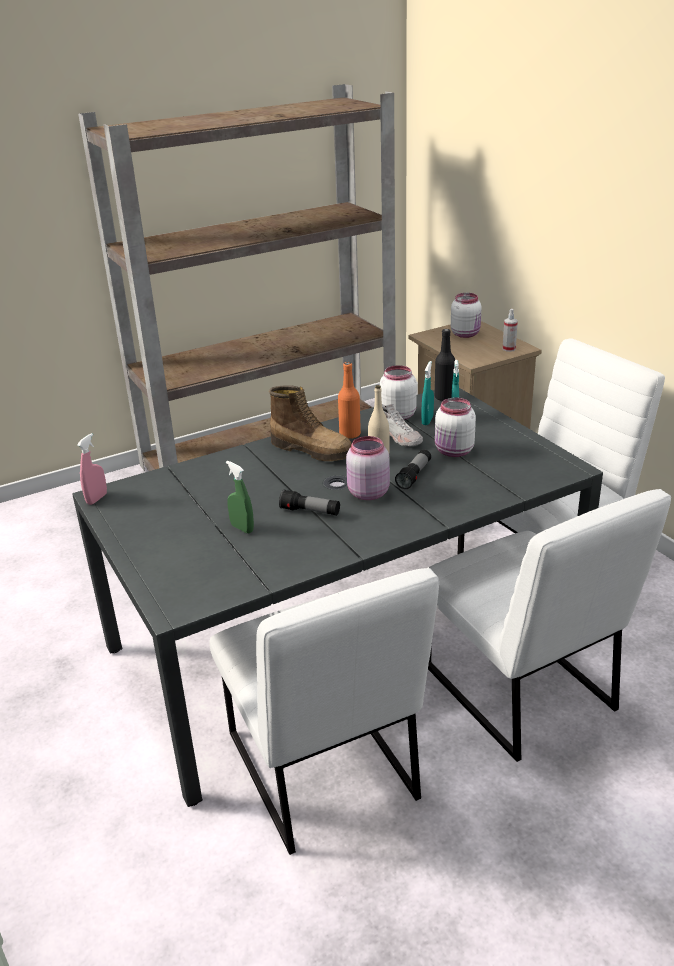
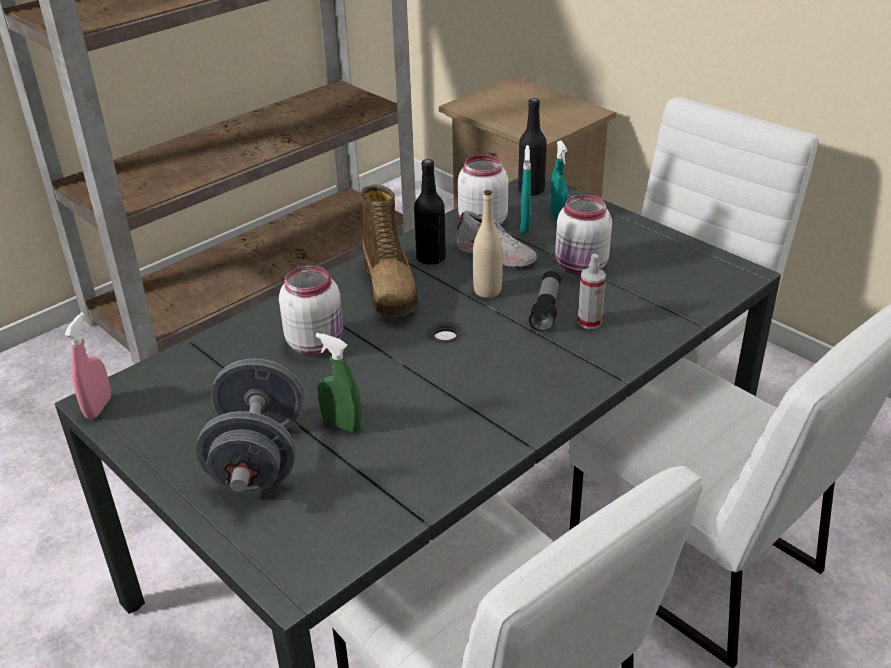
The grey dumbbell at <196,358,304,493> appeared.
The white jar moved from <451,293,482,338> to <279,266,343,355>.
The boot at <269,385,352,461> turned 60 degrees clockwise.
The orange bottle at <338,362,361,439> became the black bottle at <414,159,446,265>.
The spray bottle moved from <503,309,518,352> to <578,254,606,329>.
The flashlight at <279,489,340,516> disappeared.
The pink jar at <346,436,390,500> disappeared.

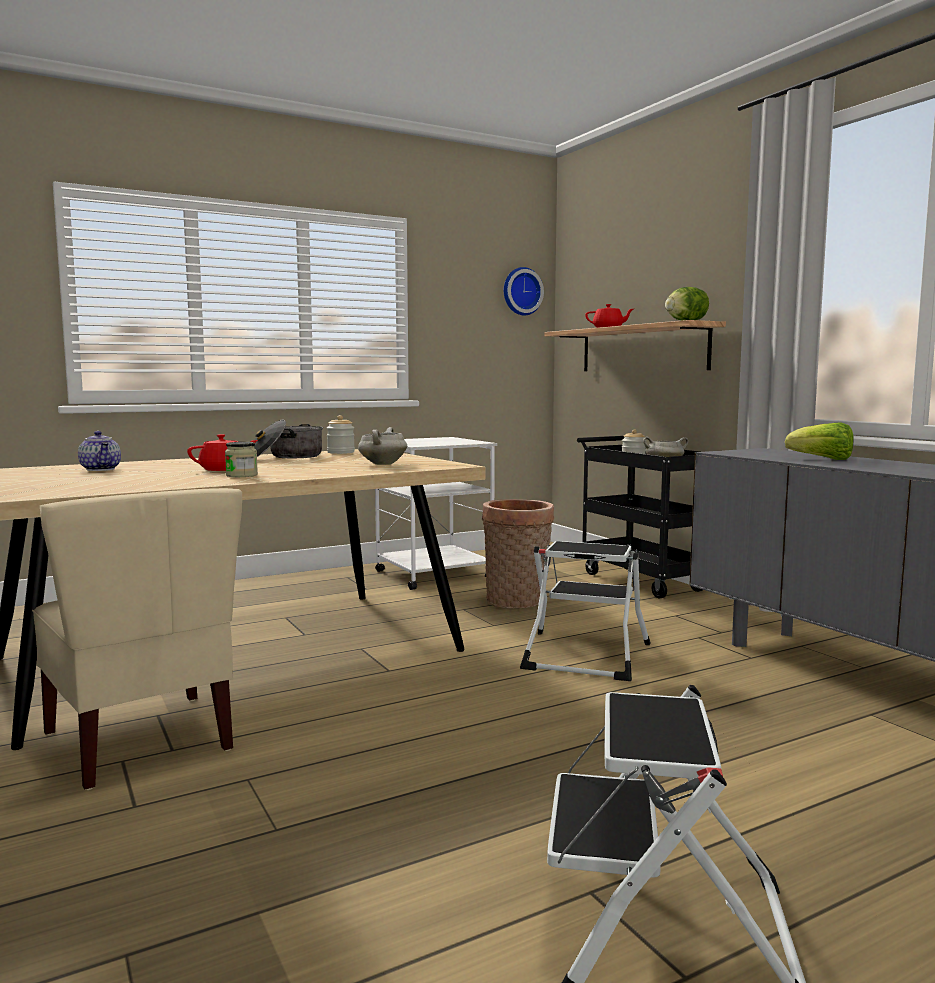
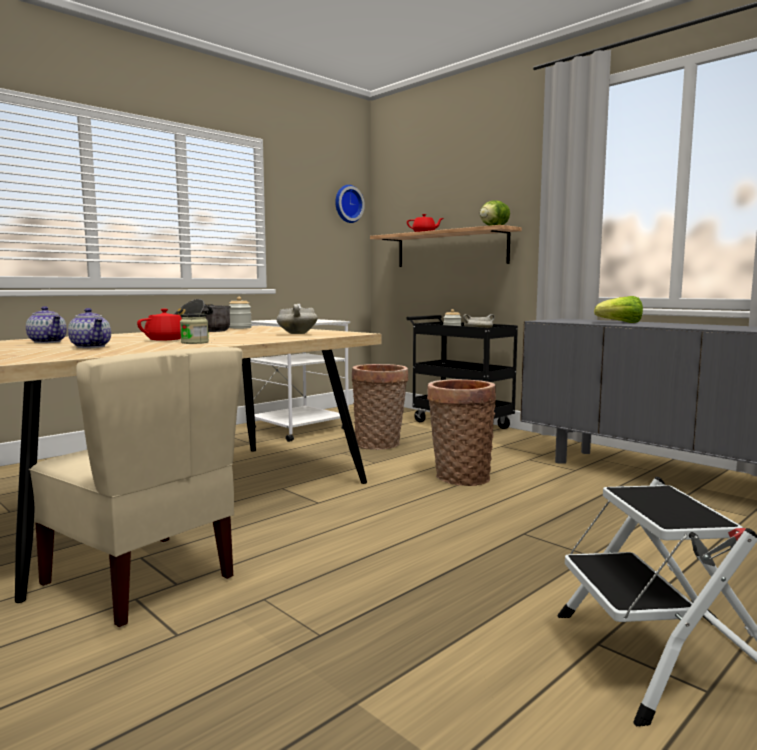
The teapot at <68,308,111,348> appeared.
The step ladder at <520,541,651,681> was replaced by the basket at <427,379,496,486>.

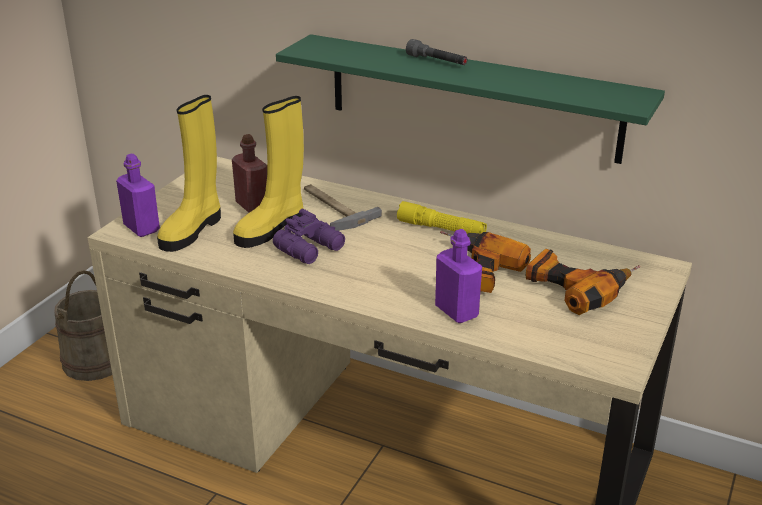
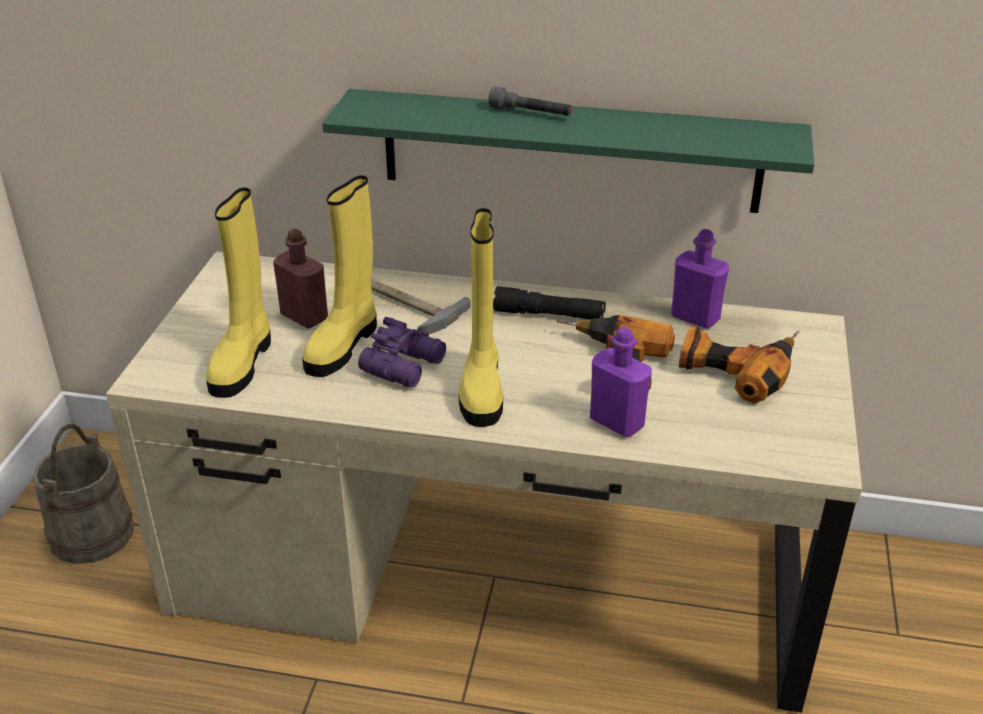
The yellow boot at <459,208,503,427> appeared.
The yellow flashlight at <397,201,487,234> became the black flashlight at <493,286,606,319>.
The purple bottle moved from <116,154,160,237> to <671,229,729,329>.

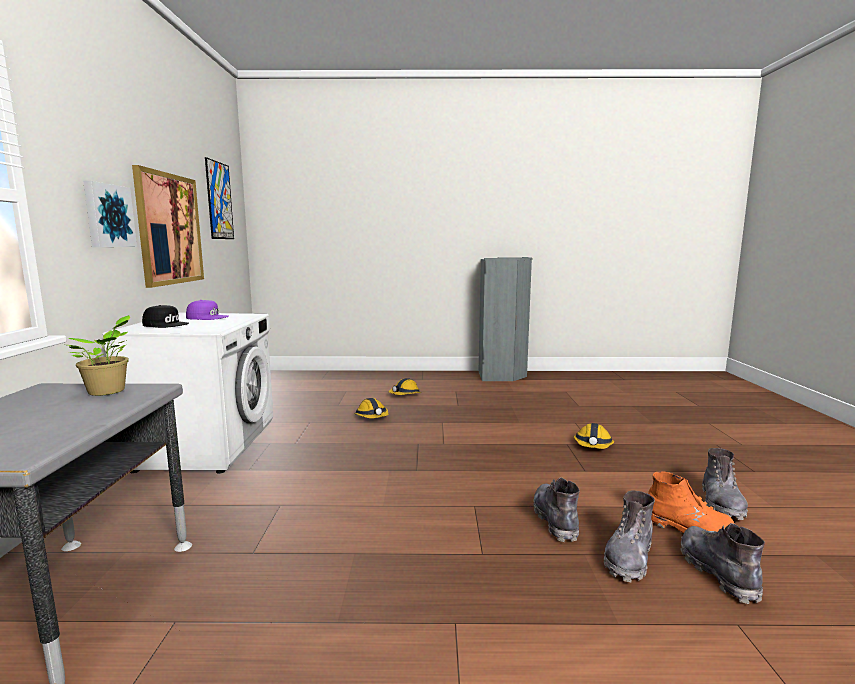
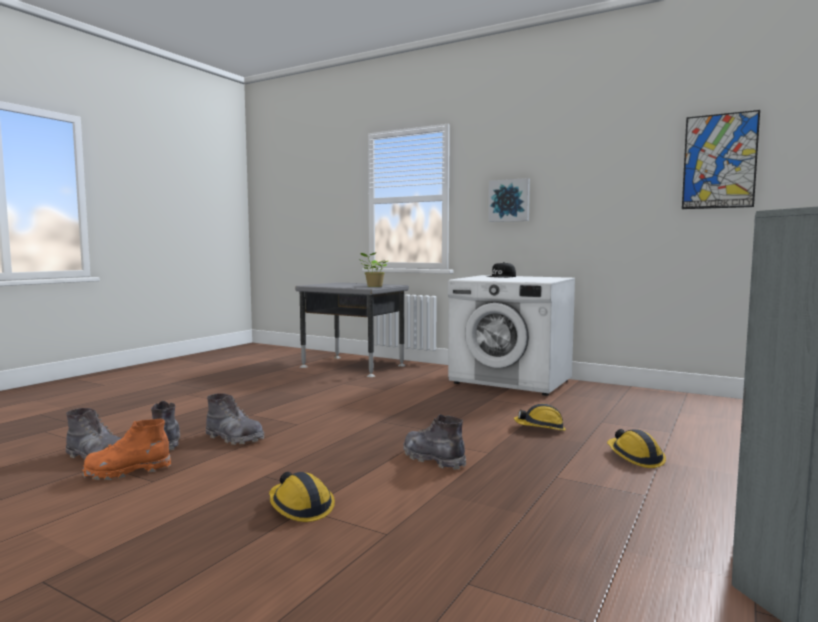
The grey boot moved from <702,448,748,520> to <403,414,466,470>.
The picture at <132,165,204,288> disappeared.
The purple cap at <186,300,229,320> disappeared.

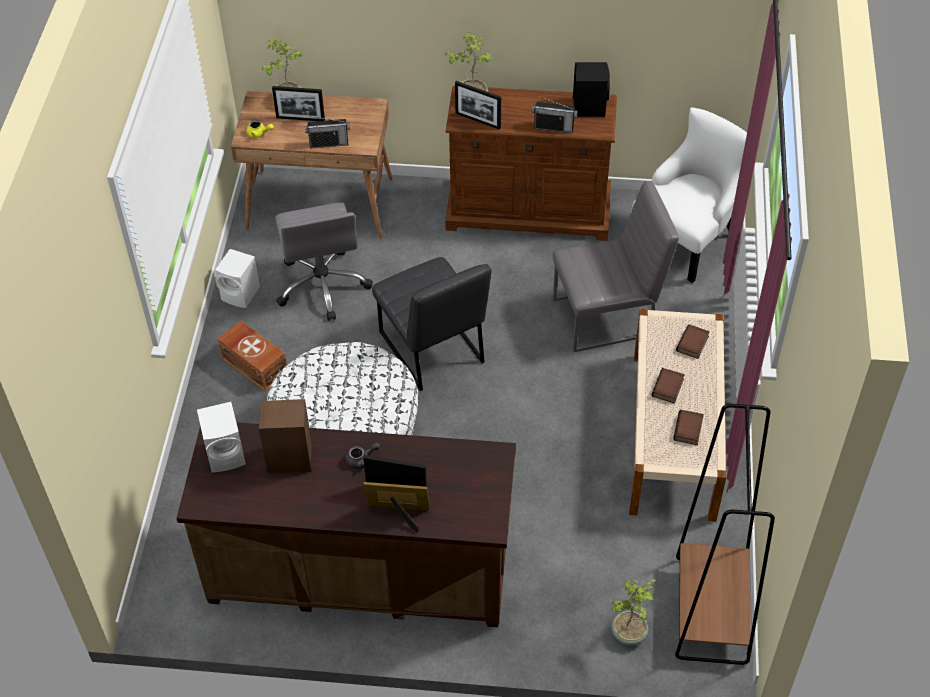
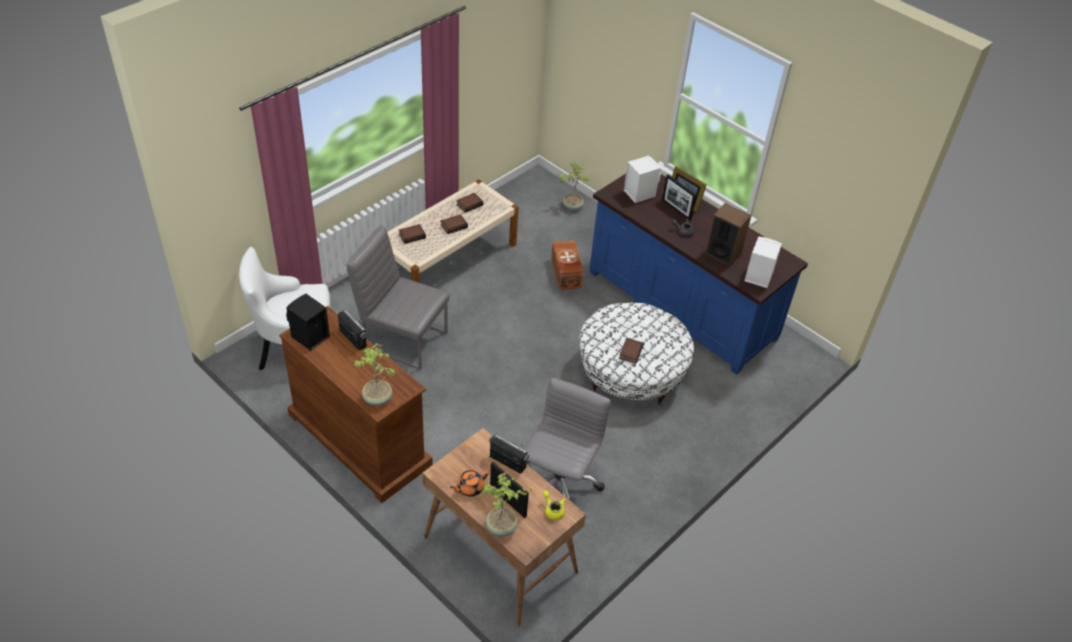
The orange teapot at <450,470,489,497> appeared.
The brown storage box moved from <217,321,287,392> to <551,240,584,290>.
The brown cabinet at <176,422,516,627> became the blue cabinet at <590,173,808,375>.
The book at <619,338,644,364> appeared.
The white speaker moved from <215,249,260,308> to <624,156,661,203>.
The grey chair at <372,257,491,391> disappeared.
The picture frame at <455,81,501,130> disappeared.
The clothes rack at <675,404,775,665> disappeared.

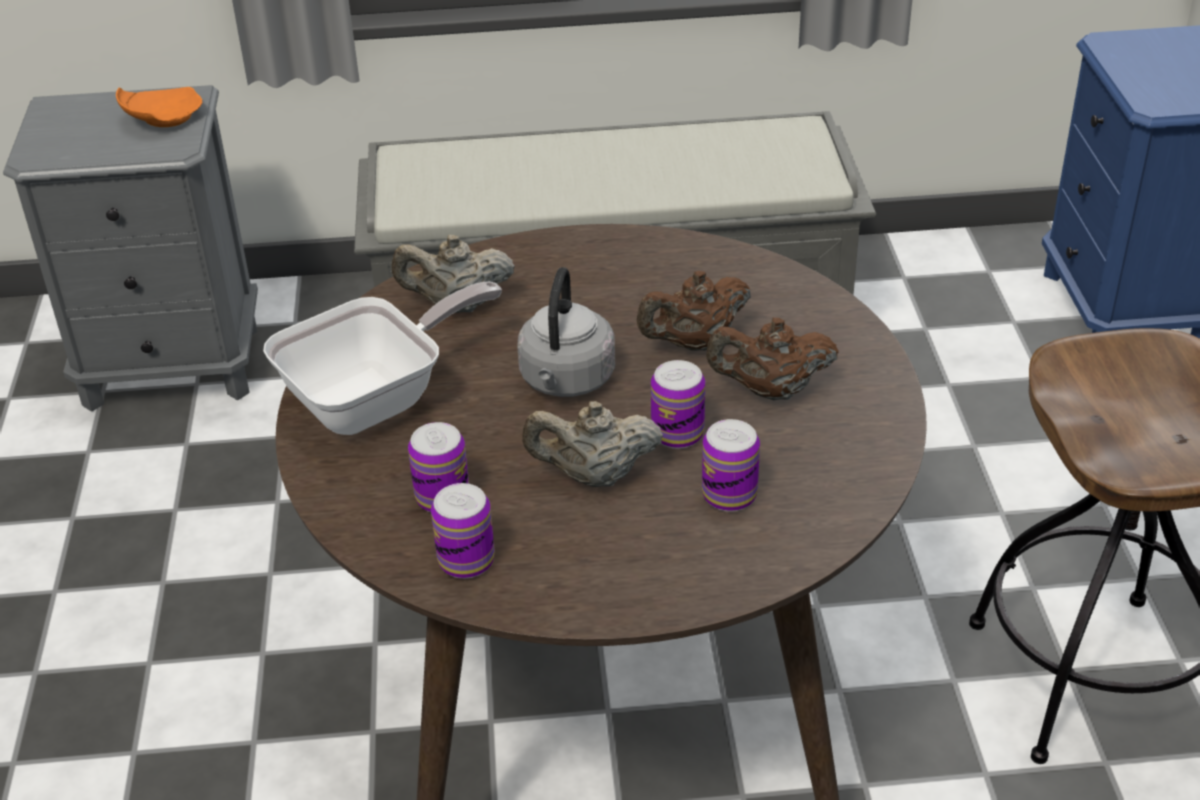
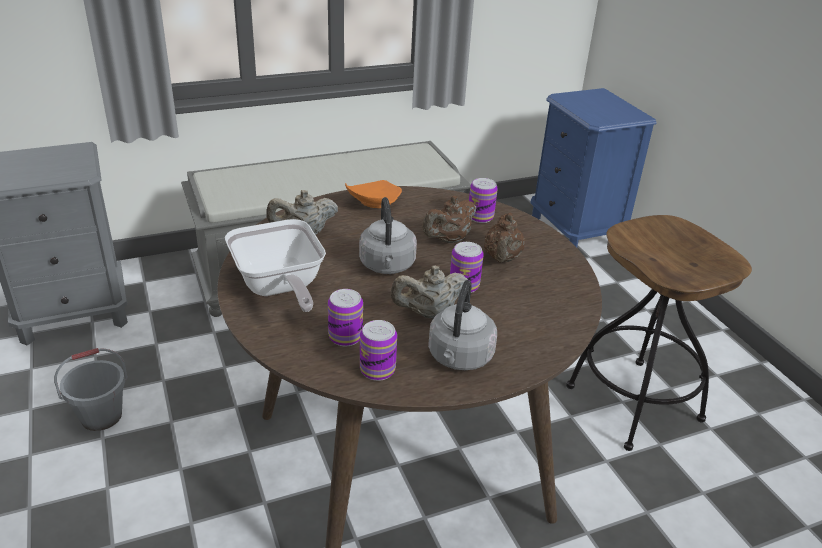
The grey bucket at <54,348,128,431> appeared.
The frying pan at <263,282,502,435> turned 120 degrees clockwise.
The orange plate moved from <116,87,202,127> to <345,180,402,208>.
The grey kettle at <428,280,497,370> appeared.
The can moved from <702,419,760,512> to <469,178,498,223>.
The brown teapot at <706,318,839,400> turned 60 degrees counterclockwise.

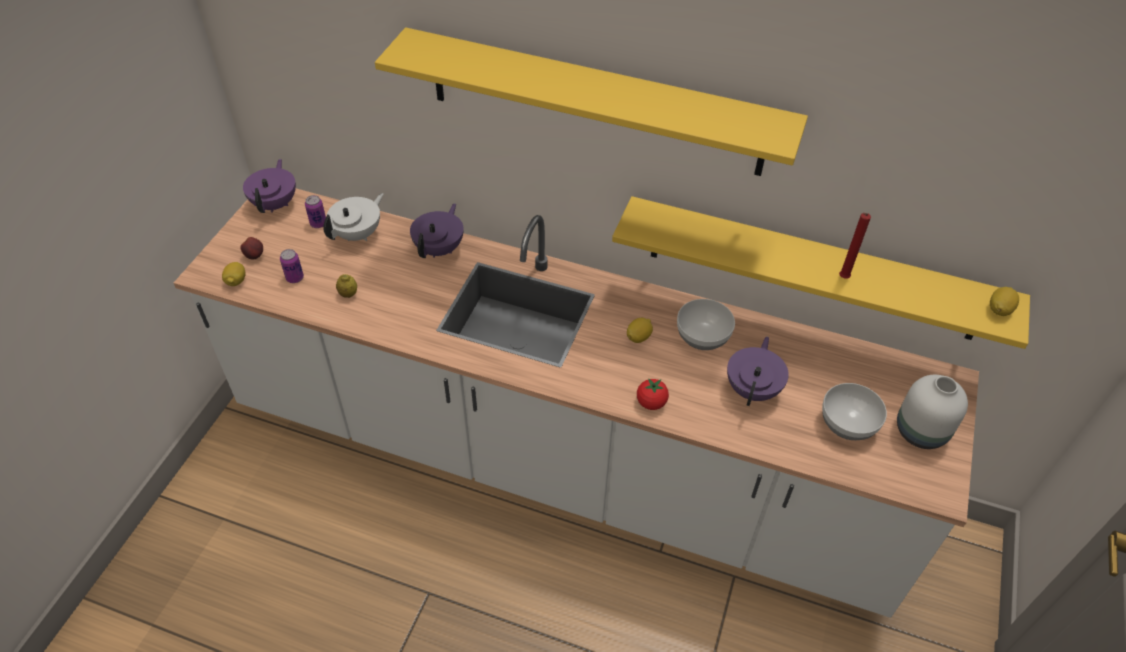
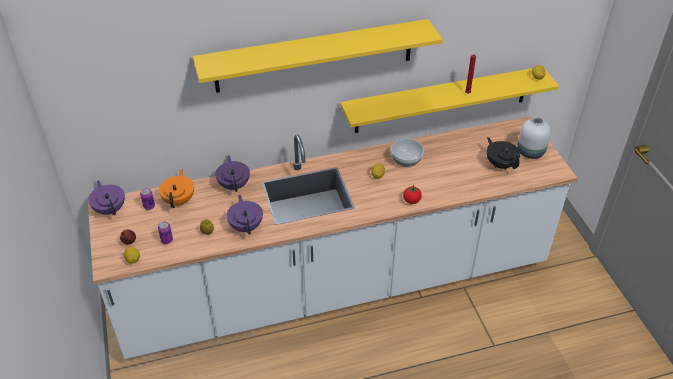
The white teapot at <323,193,384,241> became the orange teapot at <159,169,194,208>.
The purple teapot moved from <727,336,789,406> to <226,195,263,234>.
The bowl at <822,383,887,440> was replaced by the black teapot at <487,137,520,170>.

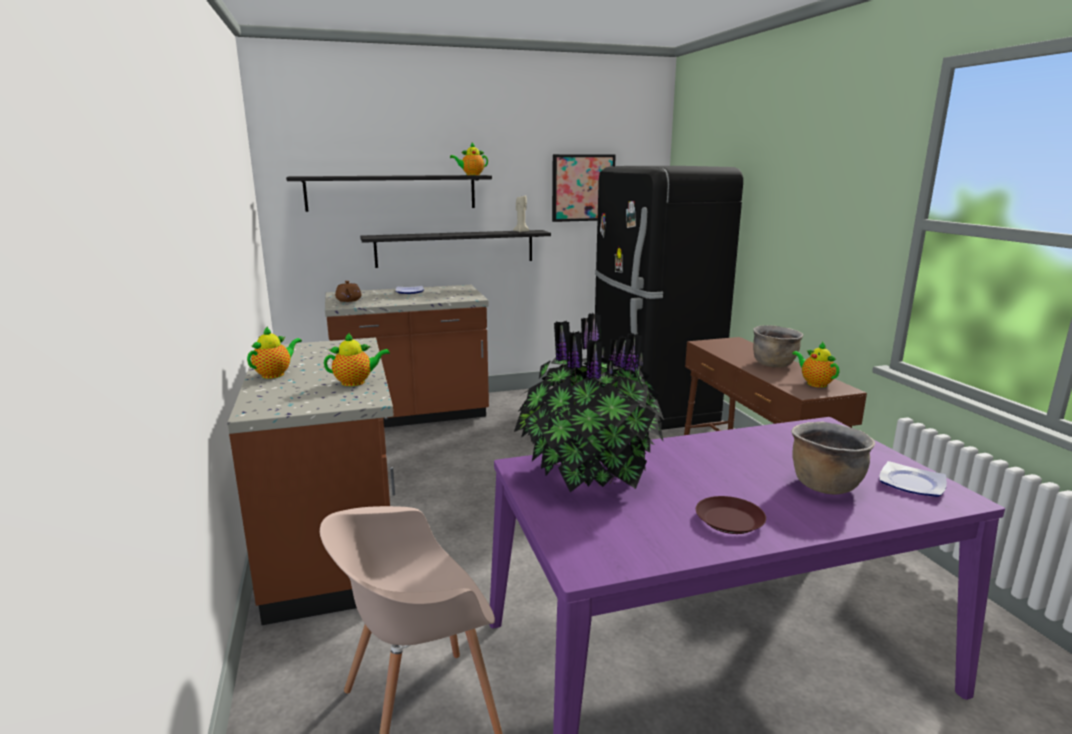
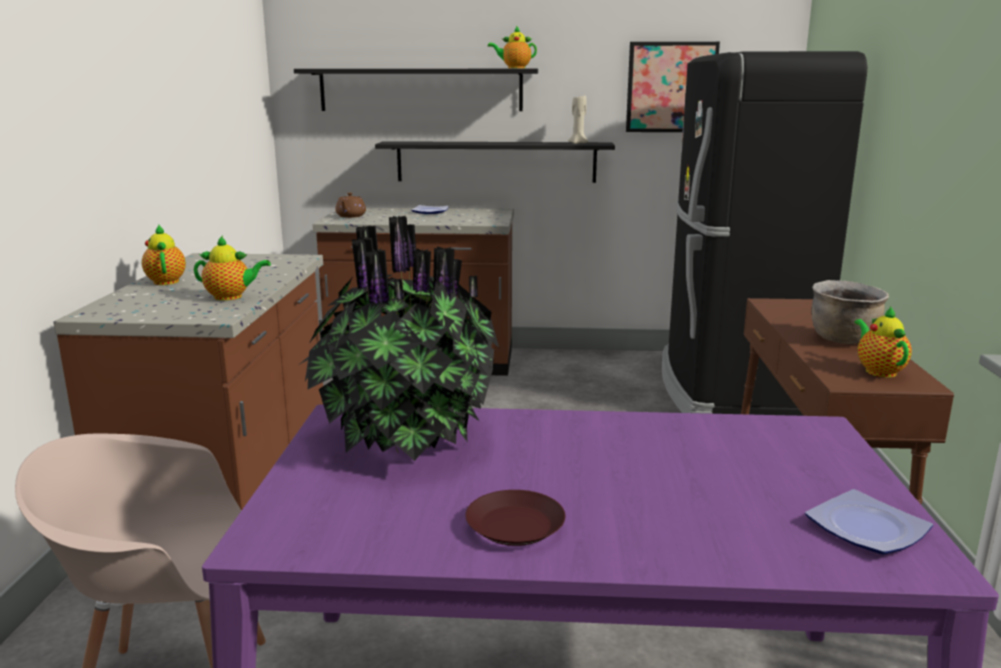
The teapot at <247,326,302,379> turned 75 degrees counterclockwise.
The brown cooking pot at <791,422,875,495> disappeared.

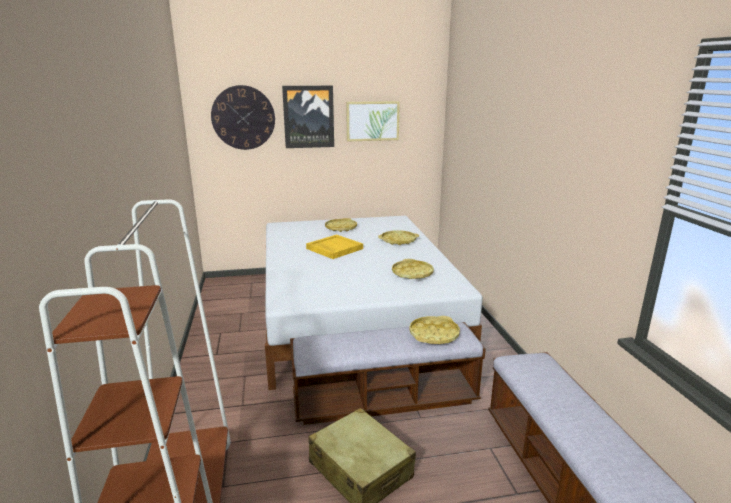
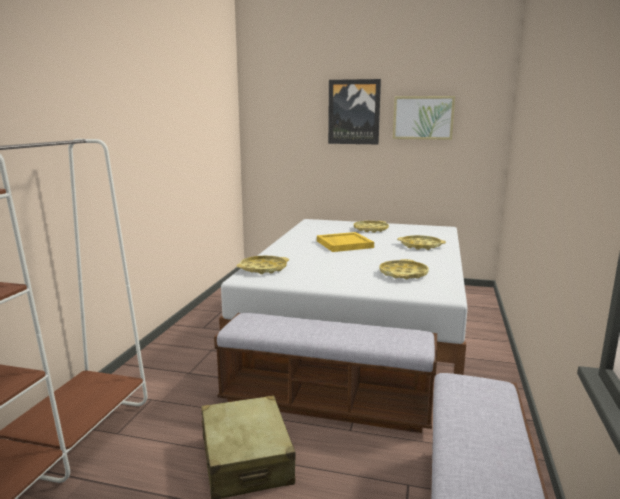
The yellow tray moved from <409,316,460,344> to <236,256,289,274>.
The wall clock at <211,85,275,150> disappeared.

